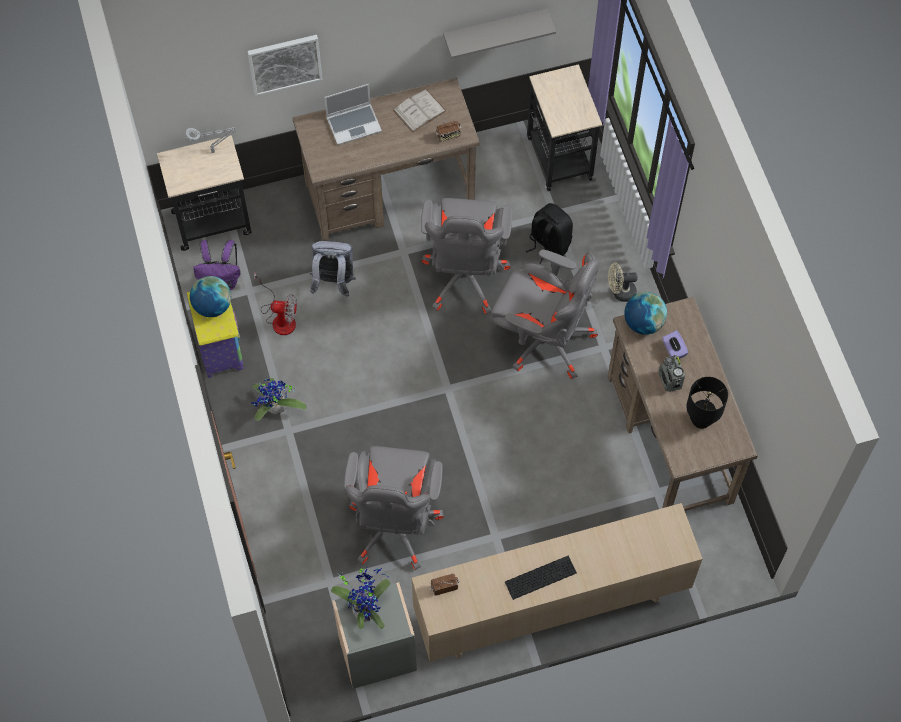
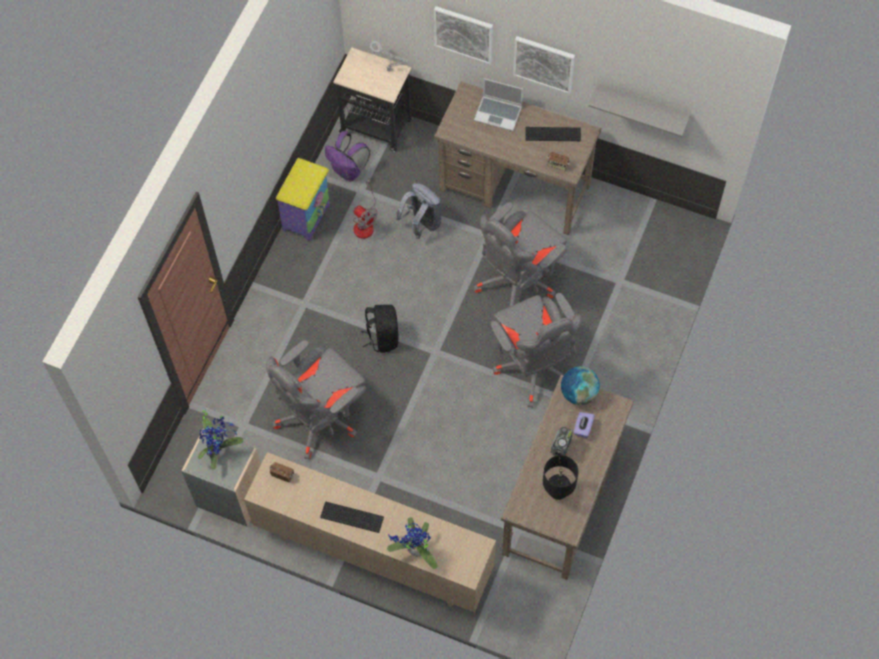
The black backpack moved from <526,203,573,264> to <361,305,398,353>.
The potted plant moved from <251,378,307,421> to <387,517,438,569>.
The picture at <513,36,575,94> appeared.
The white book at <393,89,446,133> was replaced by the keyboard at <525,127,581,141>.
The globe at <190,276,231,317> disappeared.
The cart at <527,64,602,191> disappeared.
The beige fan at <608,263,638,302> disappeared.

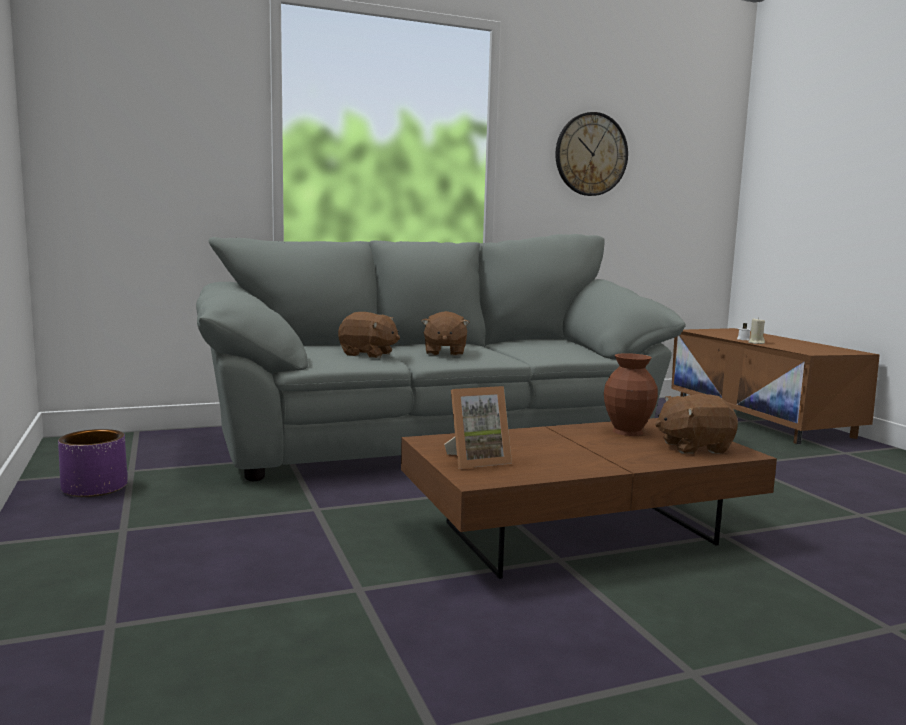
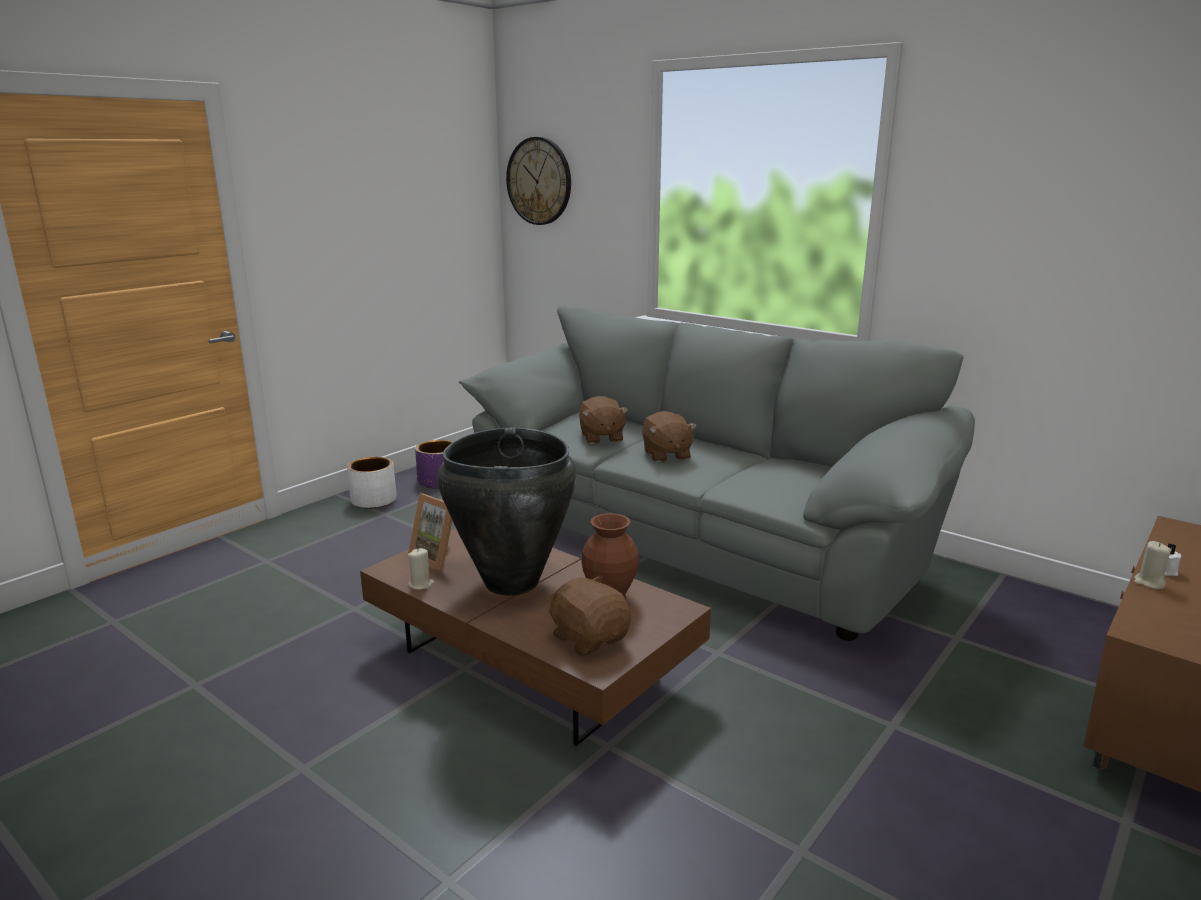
The white planter at <347,457,397,509> appeared.
The beige candle at <408,548,434,590> appeared.
The black vase at <437,427,576,596> appeared.
The wall clock moved from <555,112,628,196> to <506,137,571,225>.
The brown plush toy at <421,311,470,356> turned 75 degrees counterclockwise.

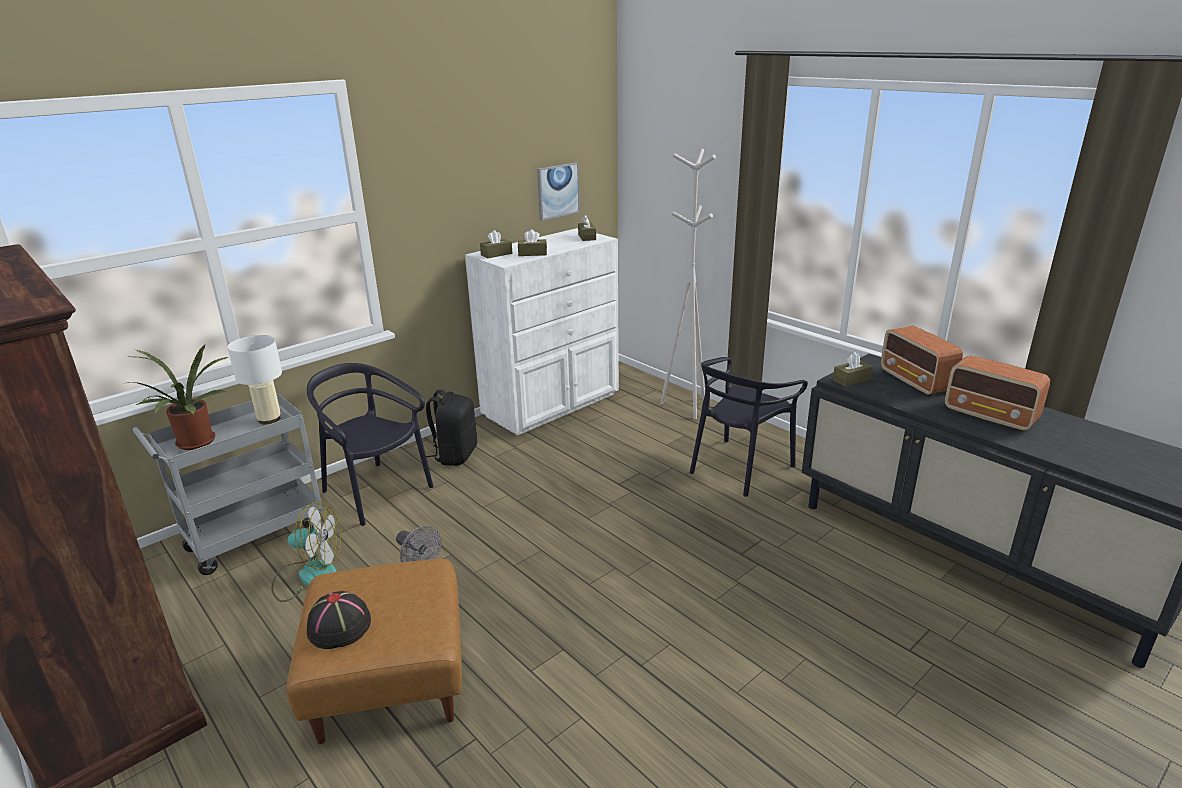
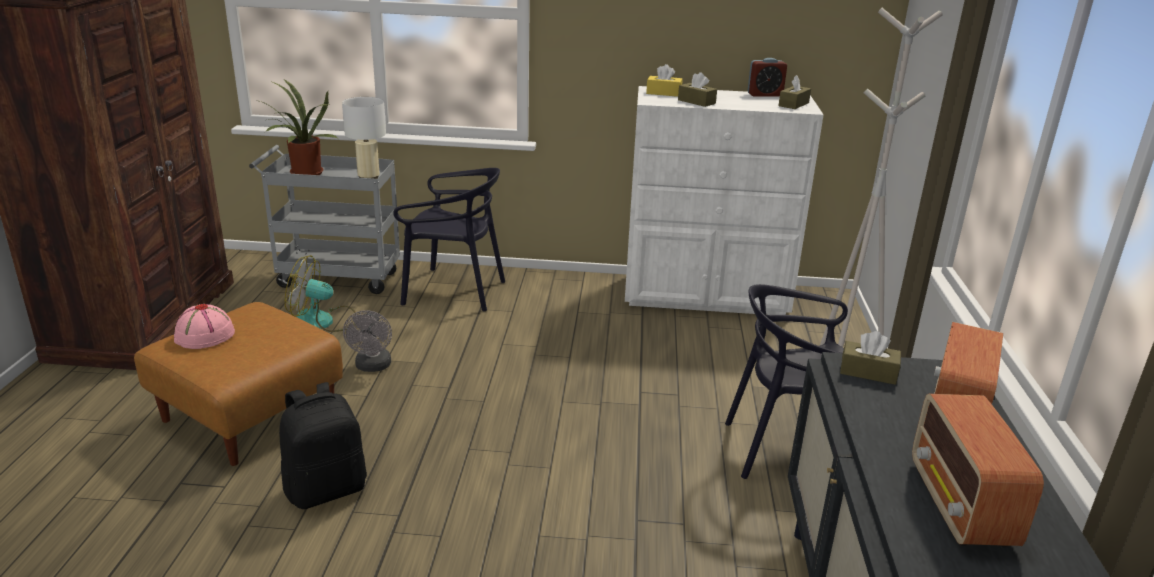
The black hat at <307,591,371,649> became the pink hat at <174,304,235,349>.
The black backpack moved from <426,390,477,466> to <279,382,367,509>.
The fan at <271,502,341,602> turned 135 degrees clockwise.
The black chair at <307,363,434,526> turned 105 degrees clockwise.
The brown tissue box at <480,230,512,258> became the yellow tissue box at <646,64,682,97>.
The alarm clock at <747,58,787,97> appeared.
The picture at <537,162,580,221> disappeared.

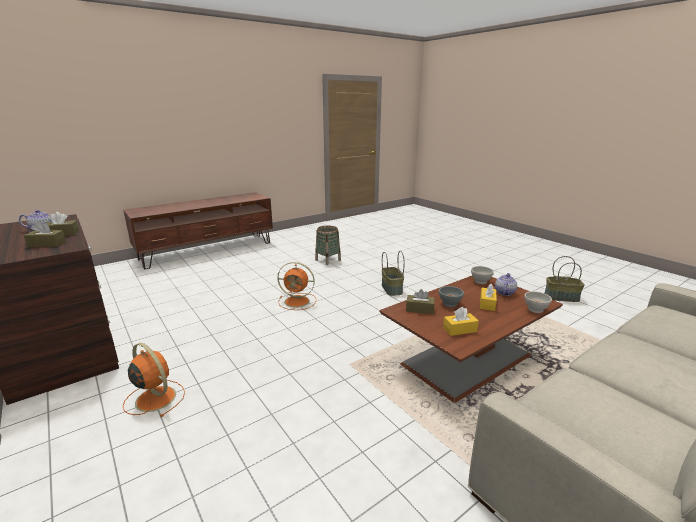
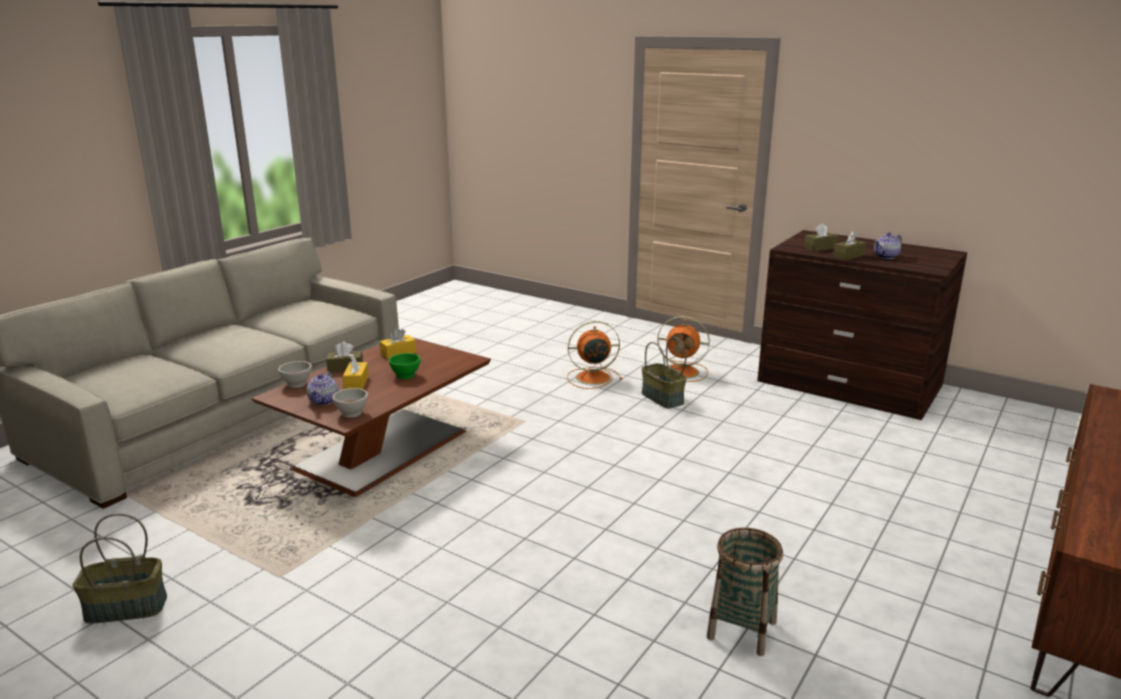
The brown tissue box moved from <406,289,435,314> to <326,341,363,372>.
The grey bowl at <439,286,464,307> became the green bowl at <389,353,421,379>.
The orange fan moved from <277,262,316,310> to <567,321,622,389>.
The basket moved from <382,251,405,296> to <642,337,687,409>.

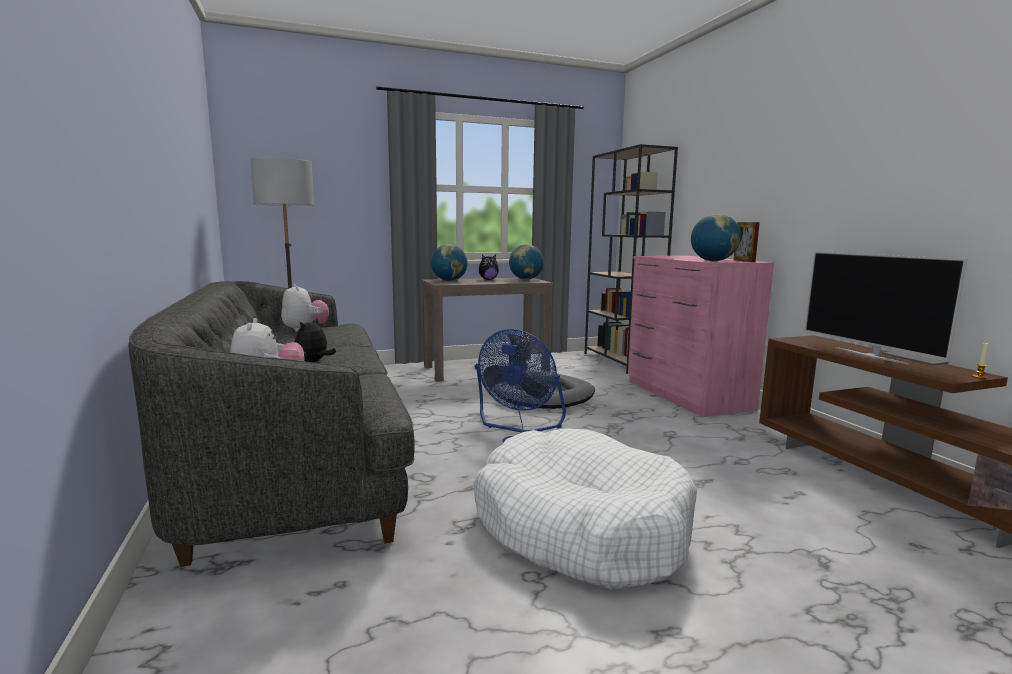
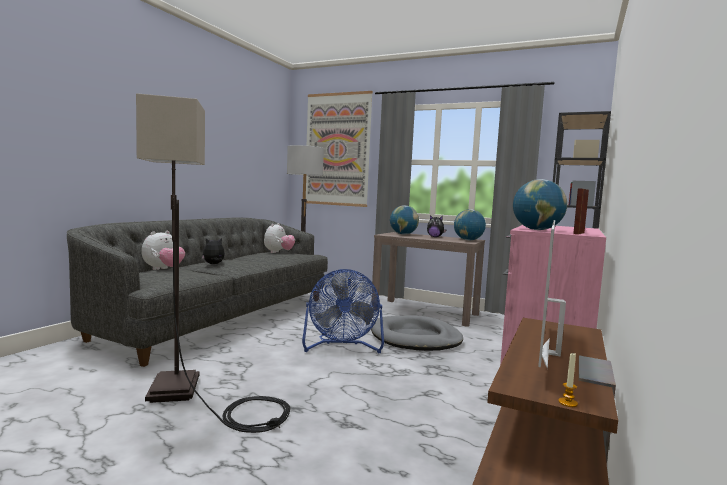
The white dog bed at <474,428,697,590> was replaced by the floor lamp at <136,93,290,433>.
The blue fan at <475,329,566,442> turned 105 degrees clockwise.
The picture at <306,91,373,207> appeared.

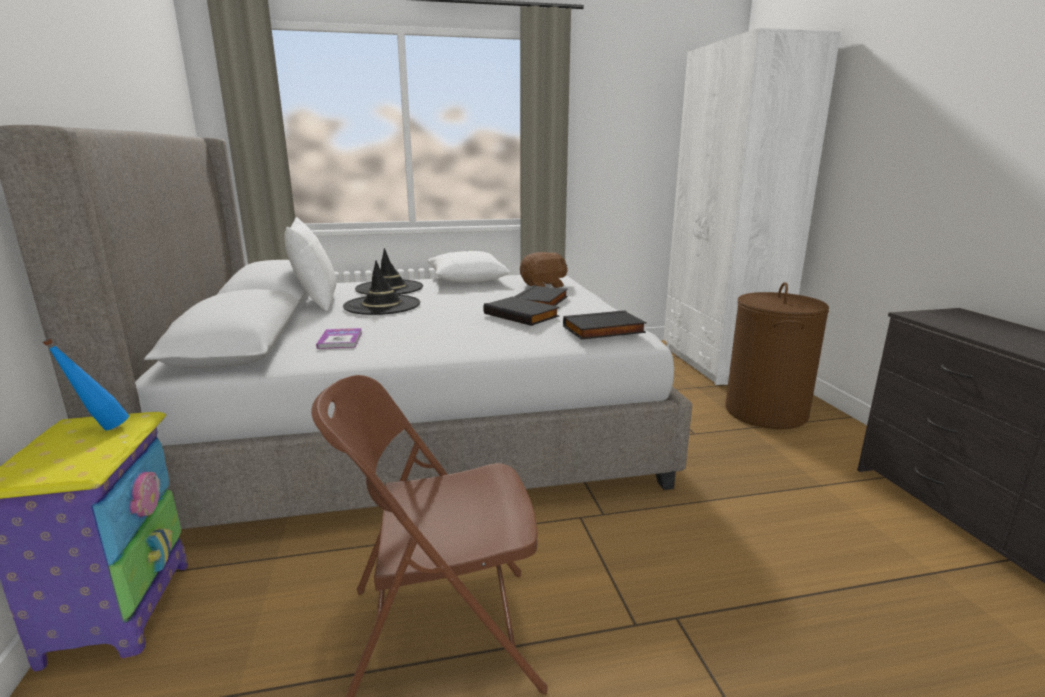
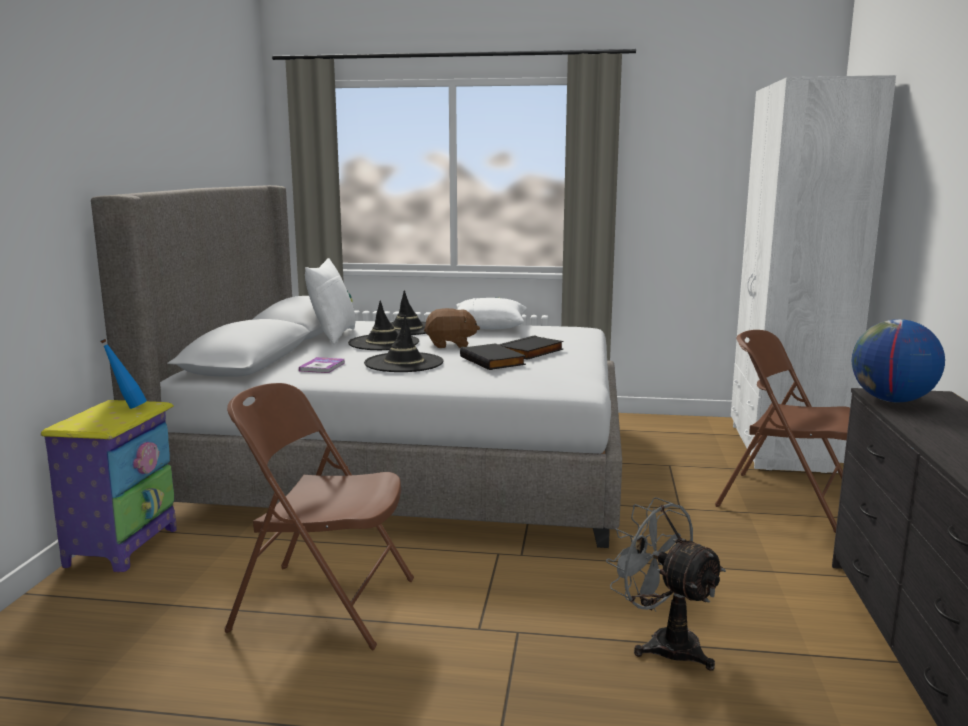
The black hat at <364,316,443,372> appeared.
The brown plush toy moved from <520,252,568,288> to <424,308,480,348>.
The grey fan at <606,497,726,671> appeared.
The brown laundry basket at <725,282,829,429> was replaced by the brown chair at <715,330,850,533>.
The globe at <852,319,945,402> appeared.
The black book at <563,310,647,340> disappeared.

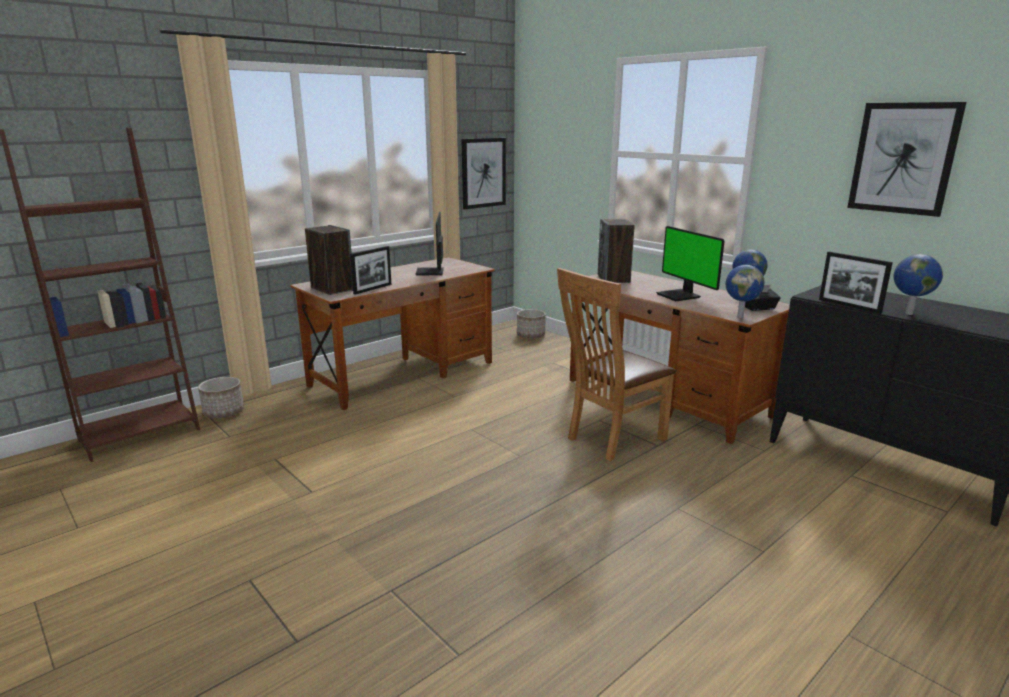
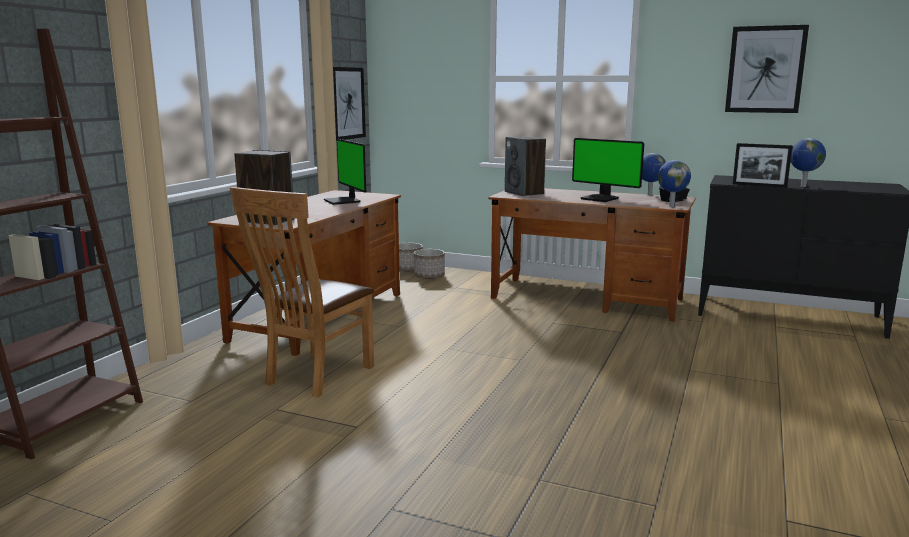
The brown chair moved from <557,268,676,461> to <230,187,374,397>.
The planter moved from <198,377,244,418> to <414,249,445,279>.
The picture frame at <350,246,392,295> disappeared.

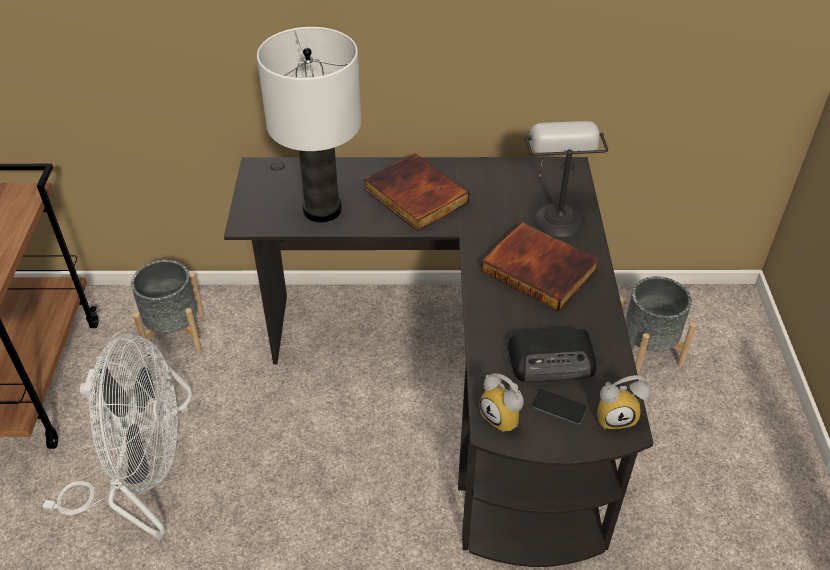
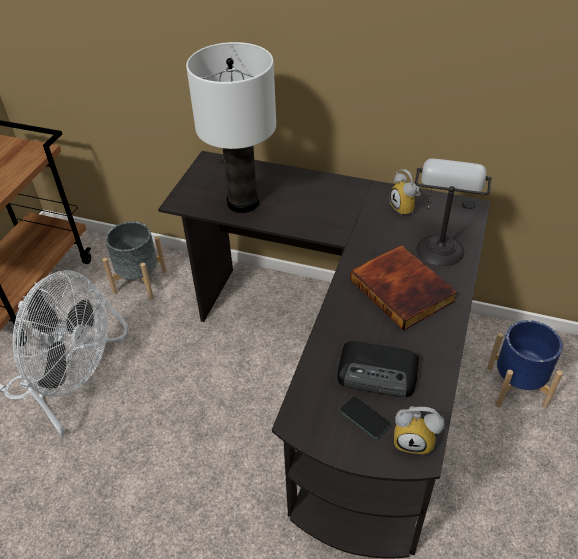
The alarm clock moved from <479,373,524,433> to <390,169,420,216>.
The grey planter at <620,276,697,375> became the blue planter at <487,320,563,408>.
The book at <364,153,470,231> disappeared.

